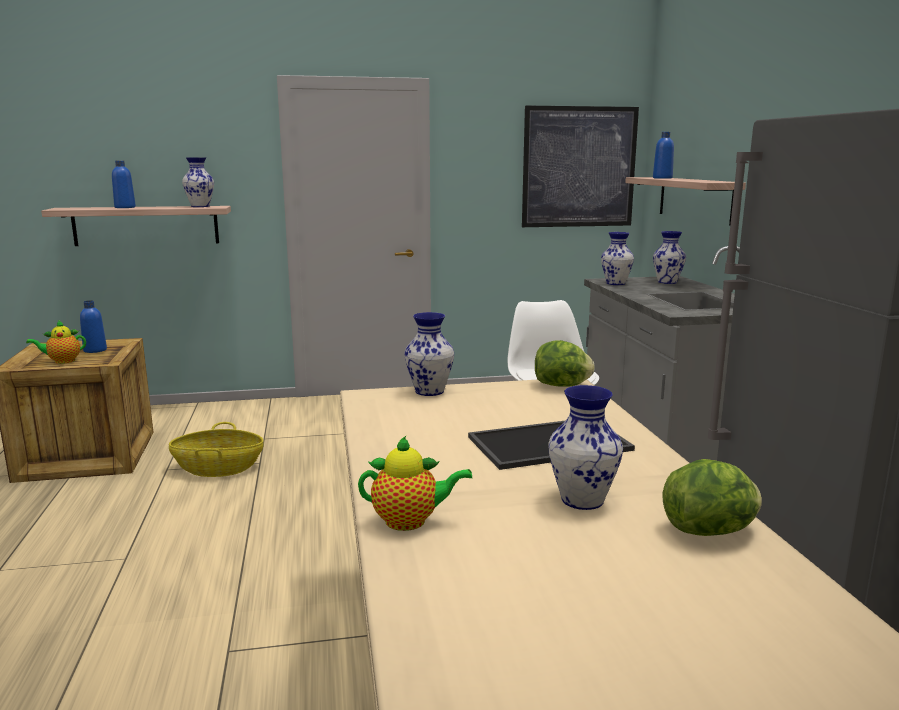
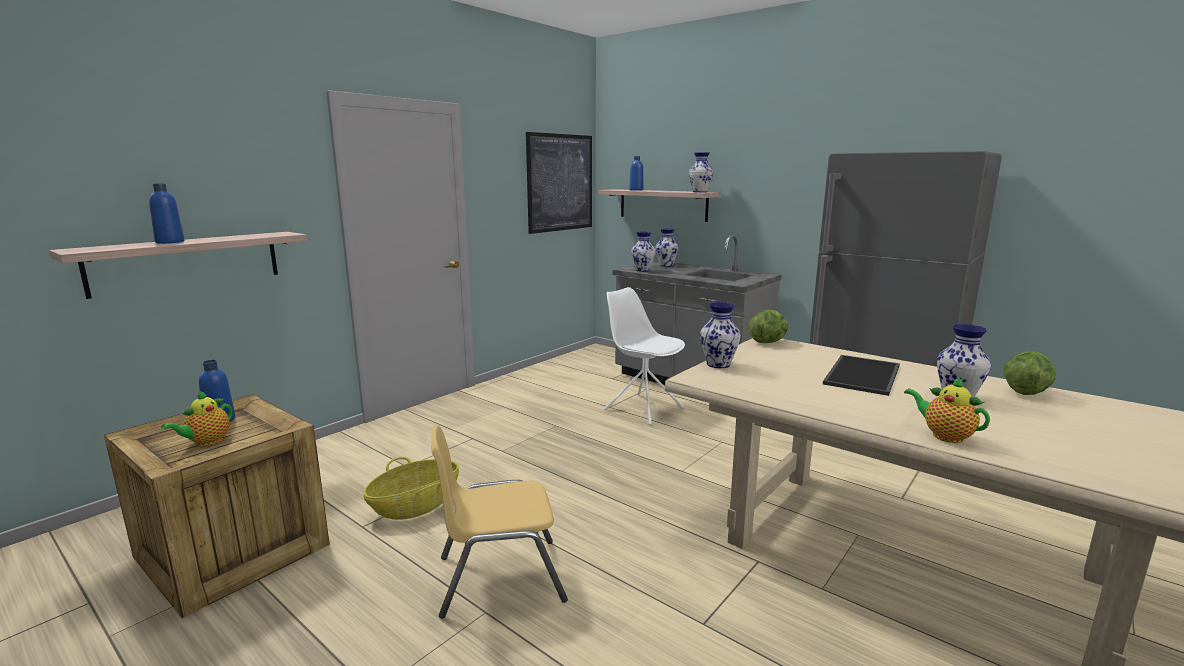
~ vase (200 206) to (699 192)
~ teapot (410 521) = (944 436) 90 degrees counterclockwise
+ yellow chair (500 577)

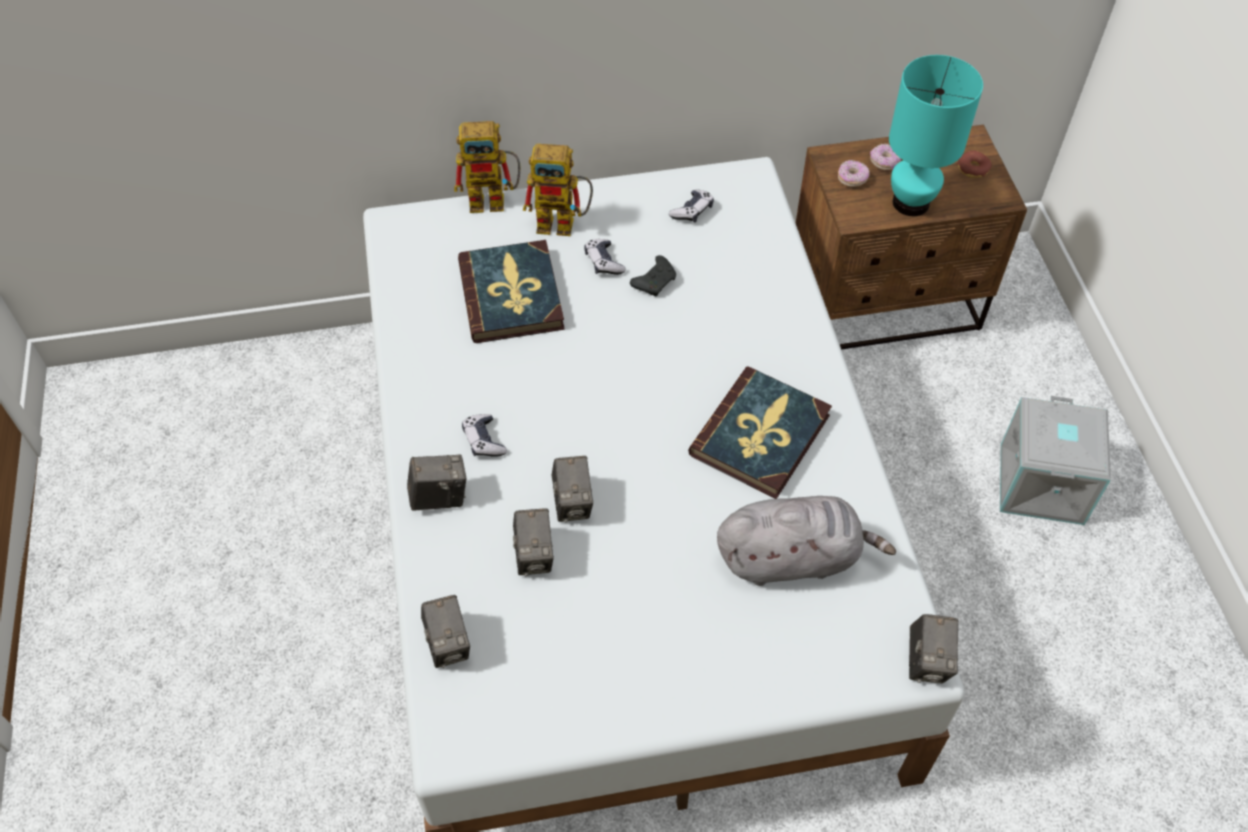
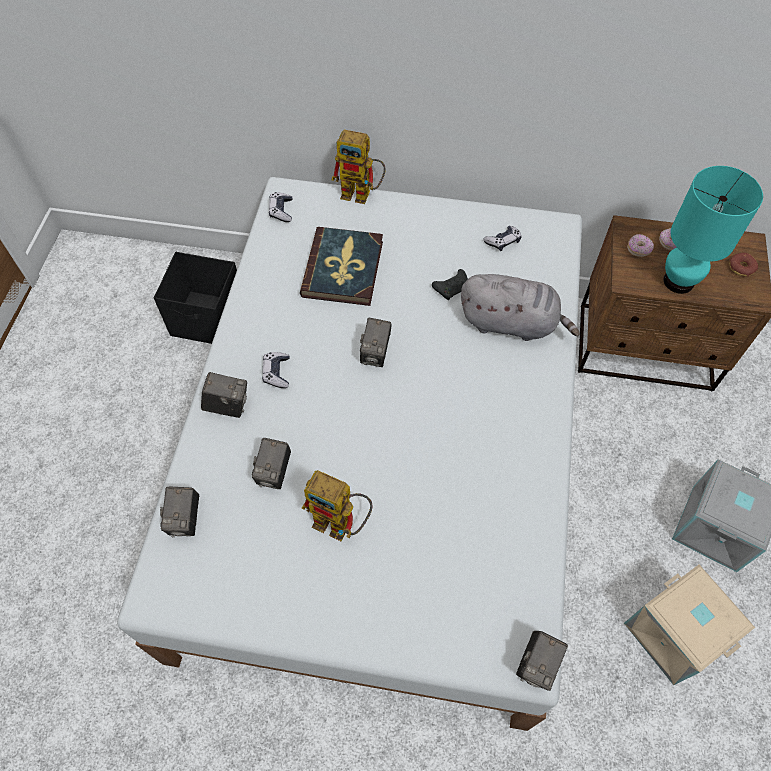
~ toy robot (564 223) to (341 524)
~ photo camera (573 503) to (375 353)
~ game controller (603 262) to (281 211)
- book (761 435)
~ grey plush toy (793 557) to (511 323)
+ black storage box (209 319)
+ beige storage box (672 633)

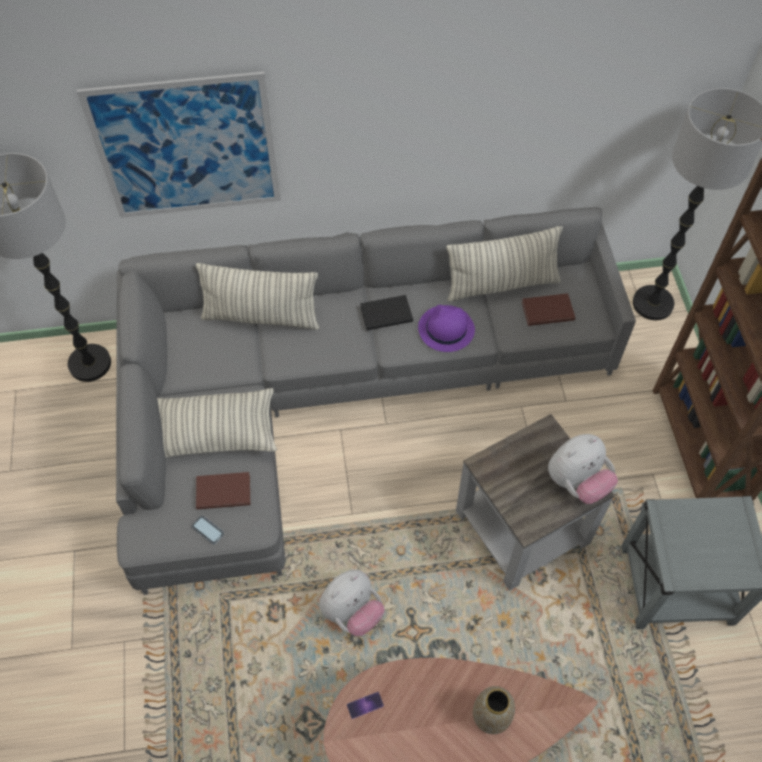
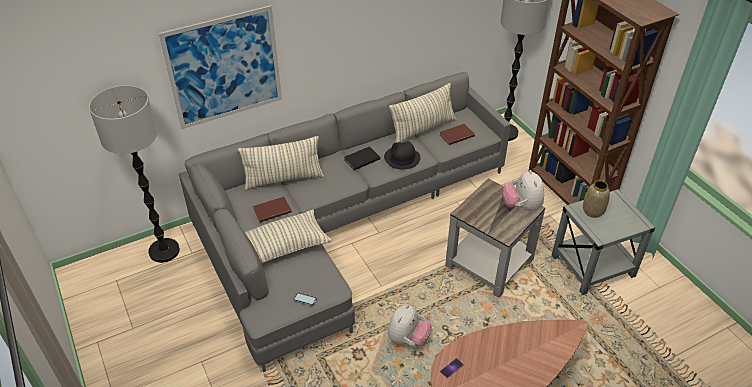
~ brown book (222 491) to (271 210)
~ purple hat (445 329) to black hat (402 158)
~ vase (490 715) to (592 211)
~ plush toy (577 482) = (521 206) 135 degrees clockwise

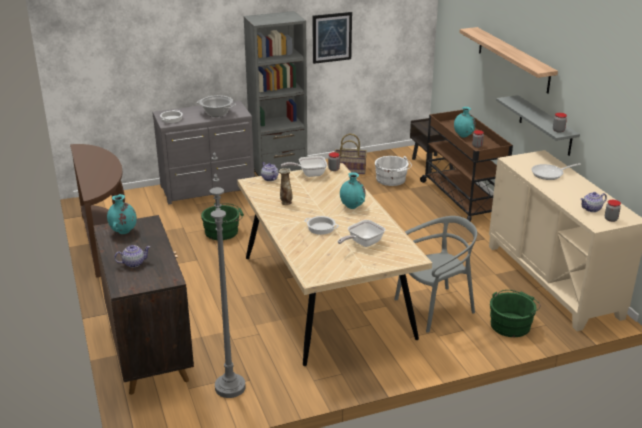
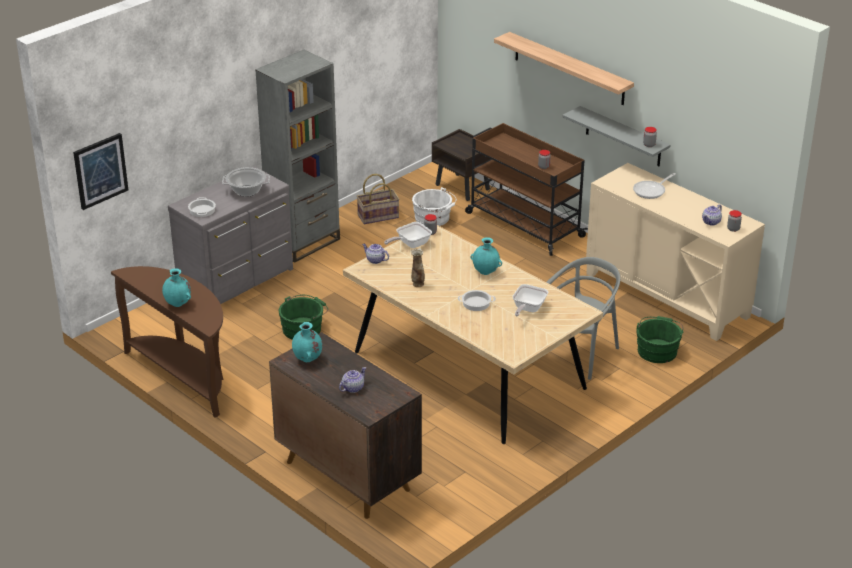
- grey floor lamp (230 387)
~ picture (331 37) to (100 171)
~ turquoise vase (463 136) to (178 304)

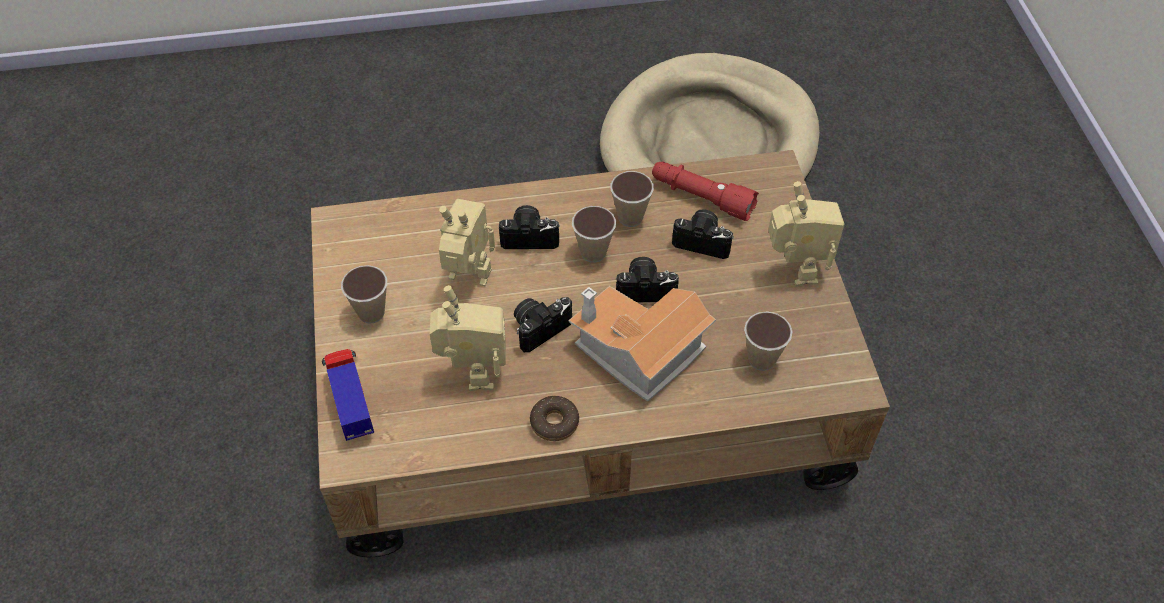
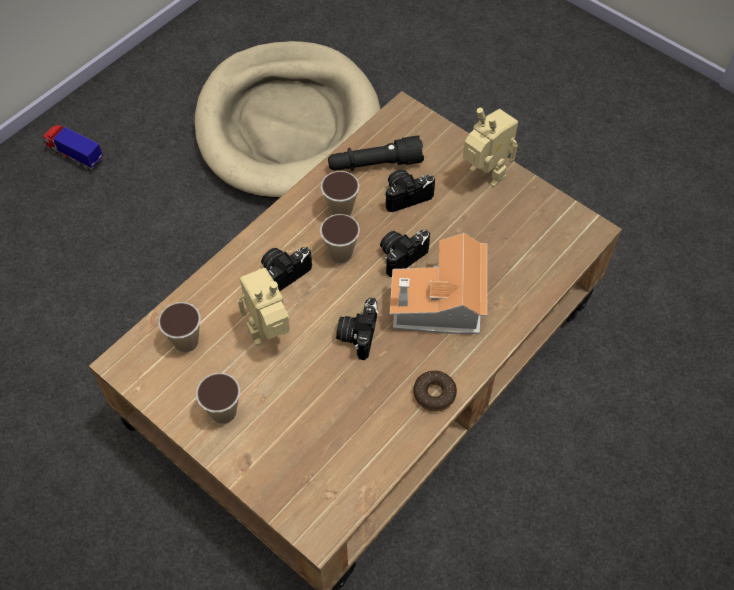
~ toy truck (351 404) to (75 155)
- toy robot (473 373)
~ red flashlight (701 197) to black flashlight (375 164)
~ cup (761 359) to (186 342)

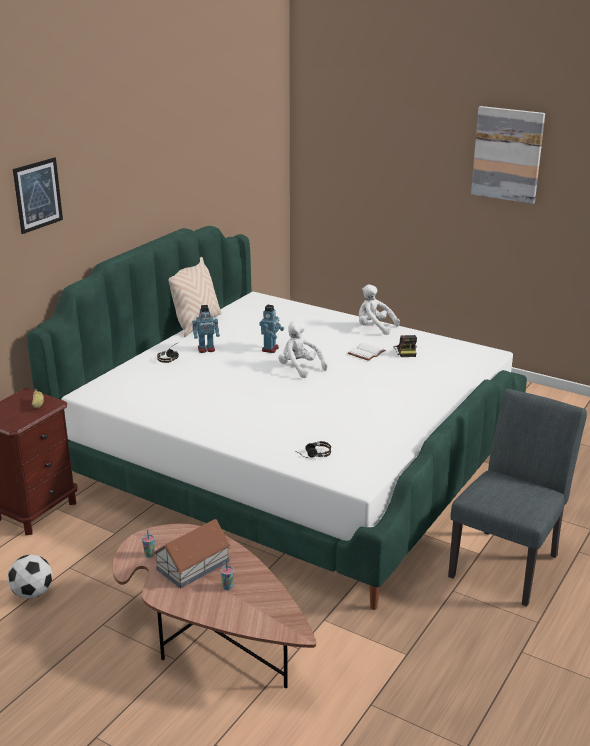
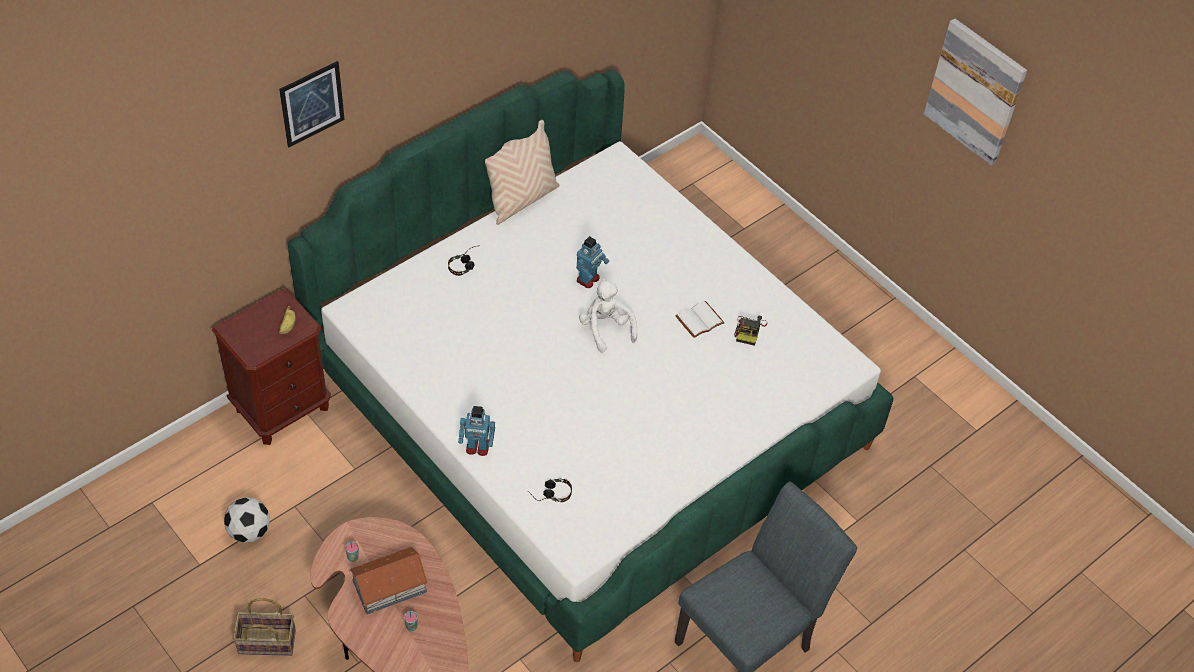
~ toy robot (206 349) to (477 448)
- white plush toy (374 327)
+ basket (265 643)

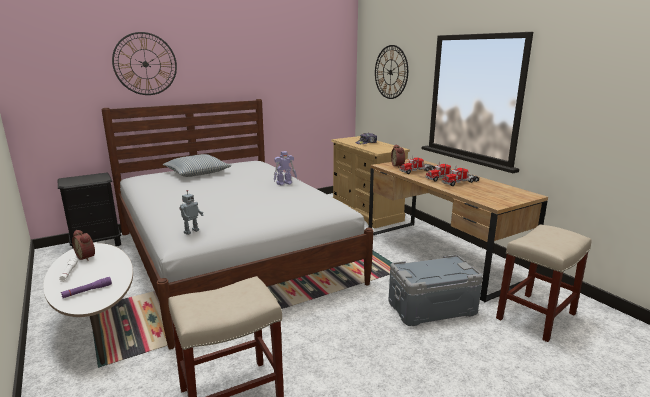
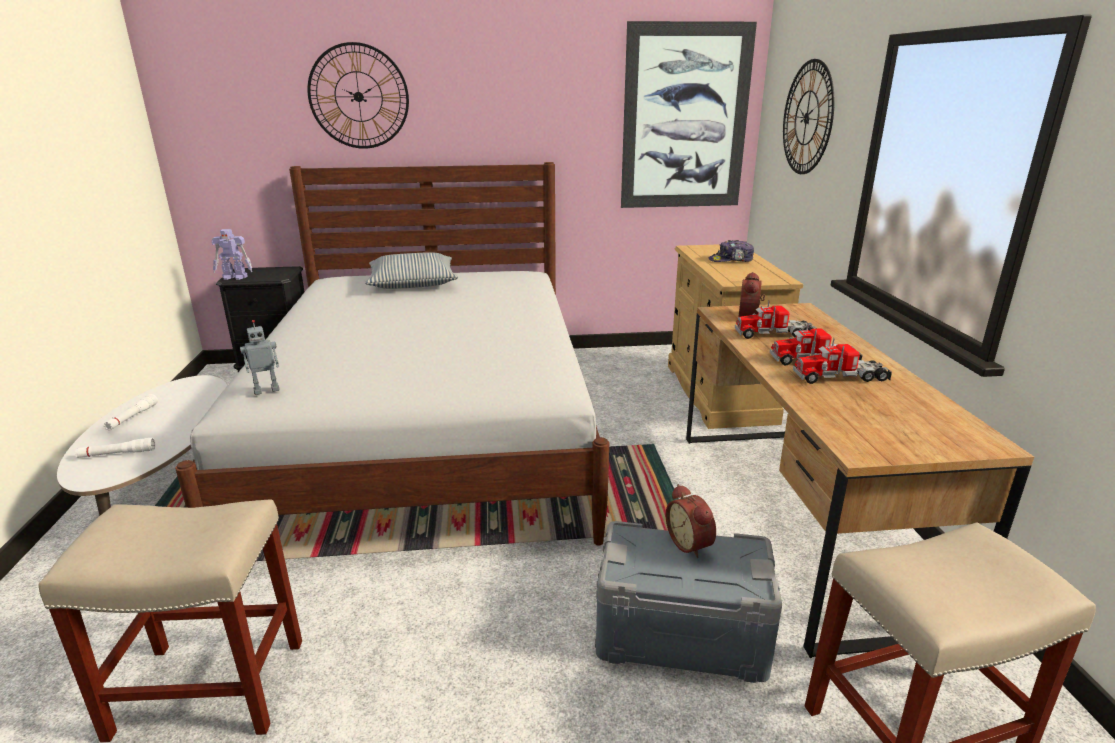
~ purple flashlight (87 291) to white flashlight (117 454)
~ alarm clock (87 256) to (691 543)
~ toy robot (285 183) to (235 277)
+ picture (685 118)

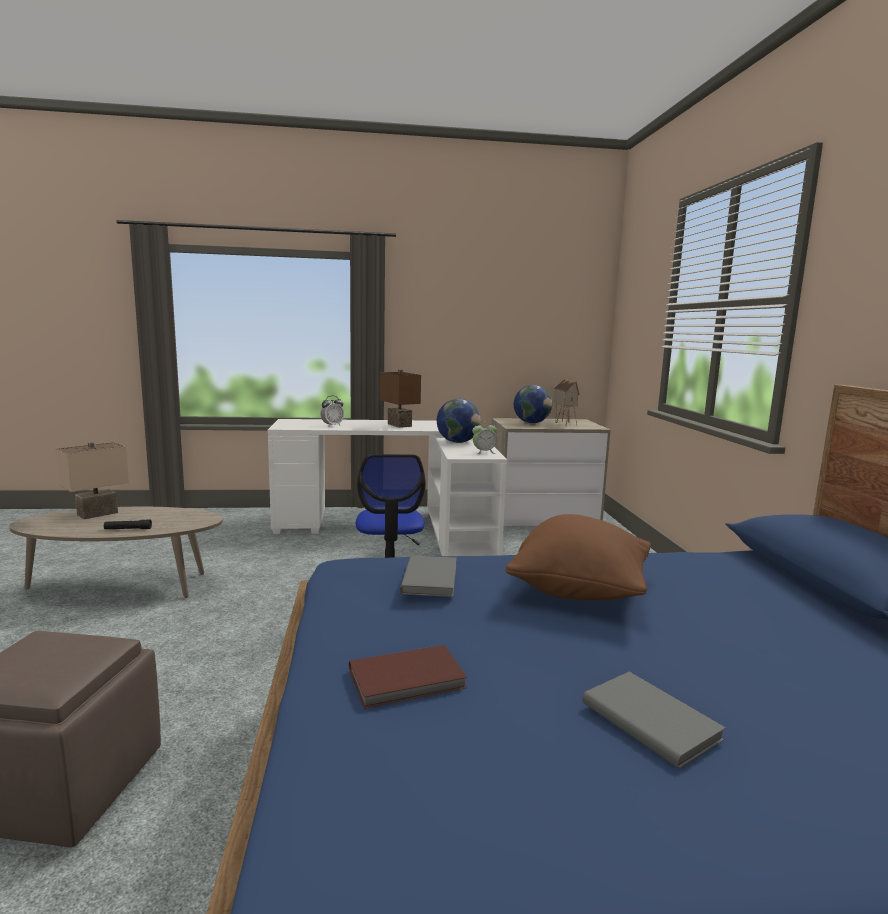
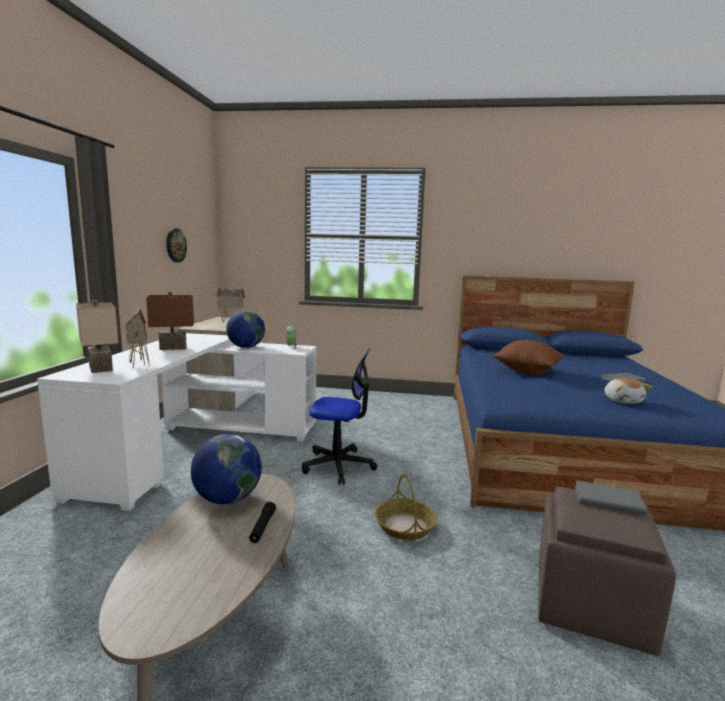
~ beige table lamp (97 514) to (103 368)
~ alarm clock (332 425) to toy house (138 363)
~ brown book (409 680) to plush toy (623 401)
~ grey book (432 578) to (607 499)
~ globe (531 423) to (227 499)
+ wall clock (175 245)
+ basket (404 526)

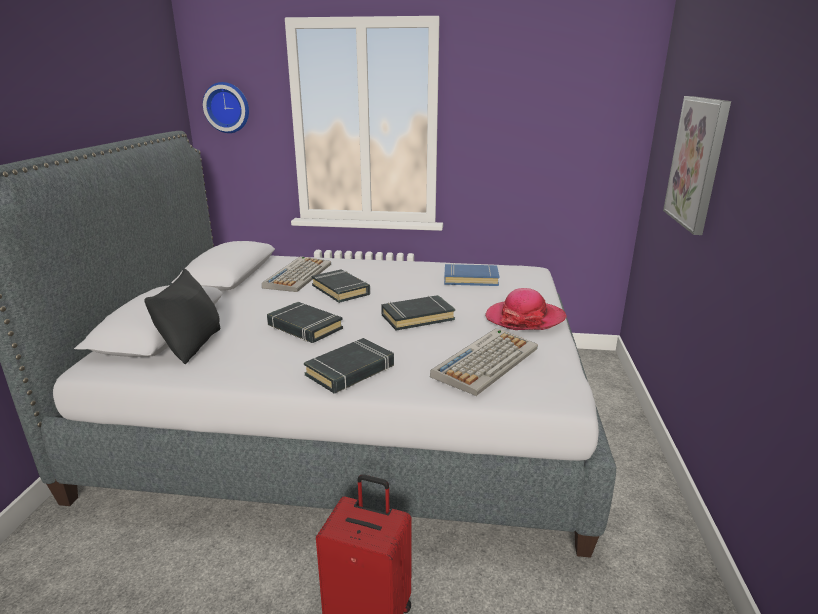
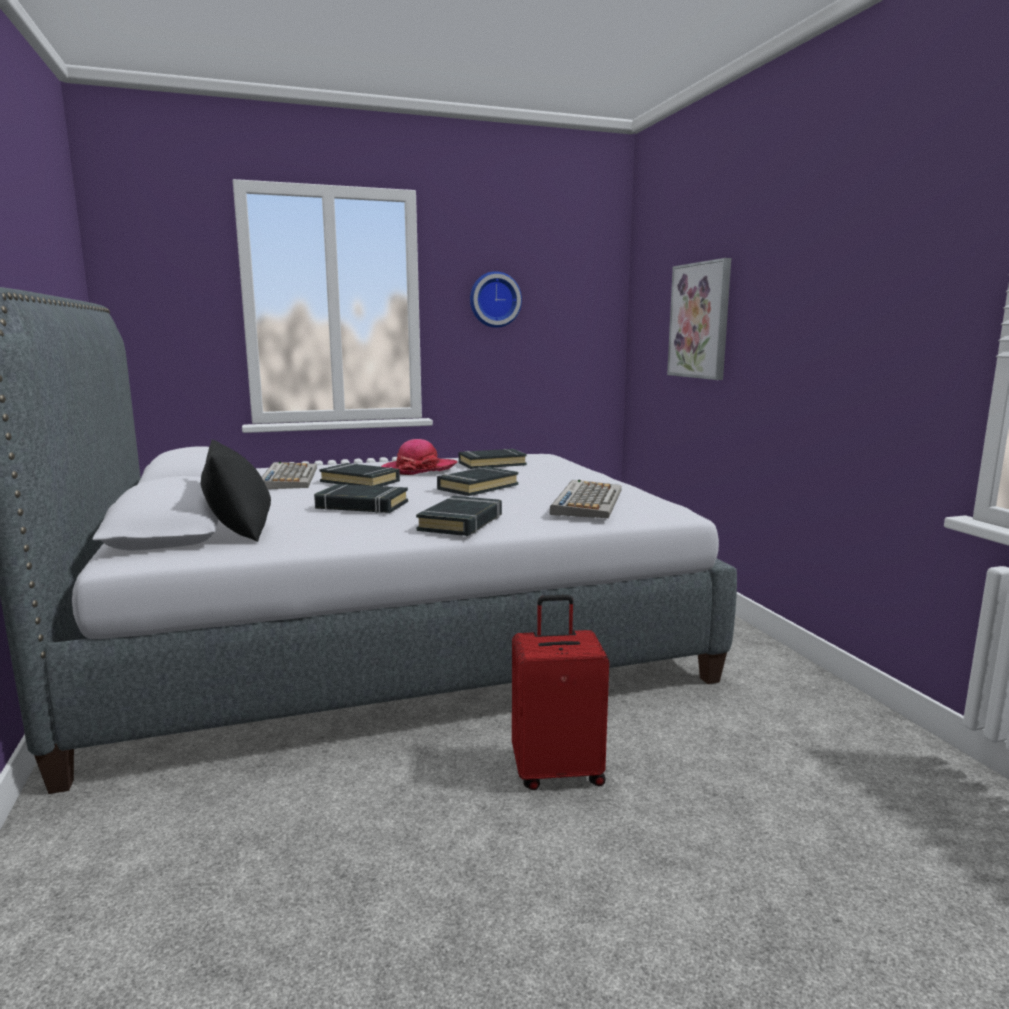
~ wall clock (227 107) to (494 299)
~ blue book (470 279) to black book (491 464)
~ hat (525 318) to (419 469)

